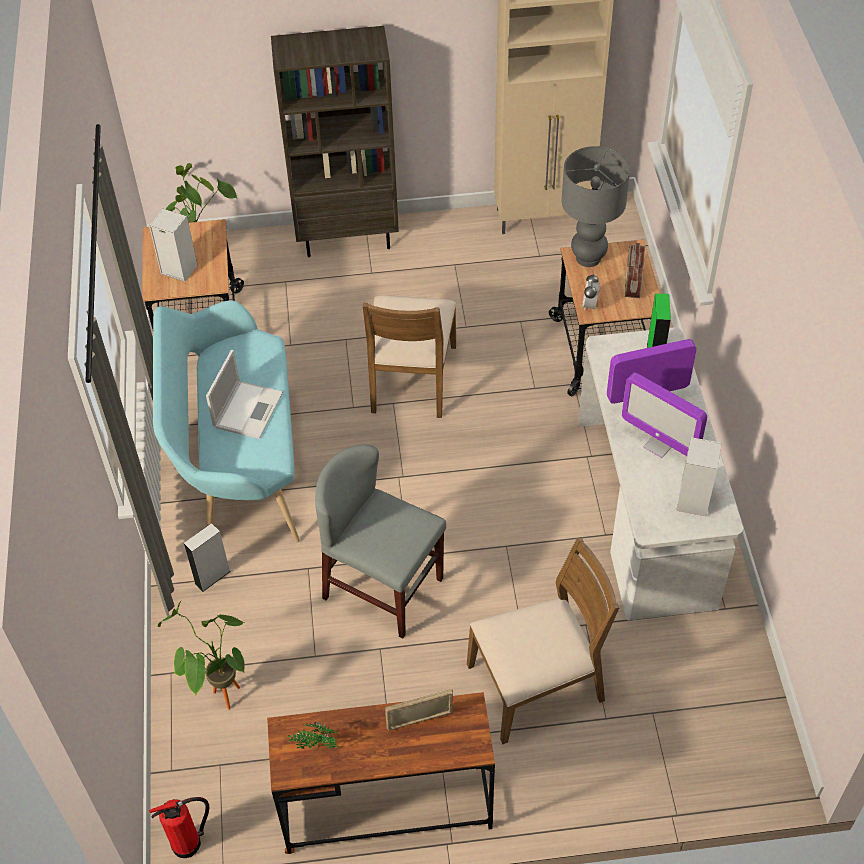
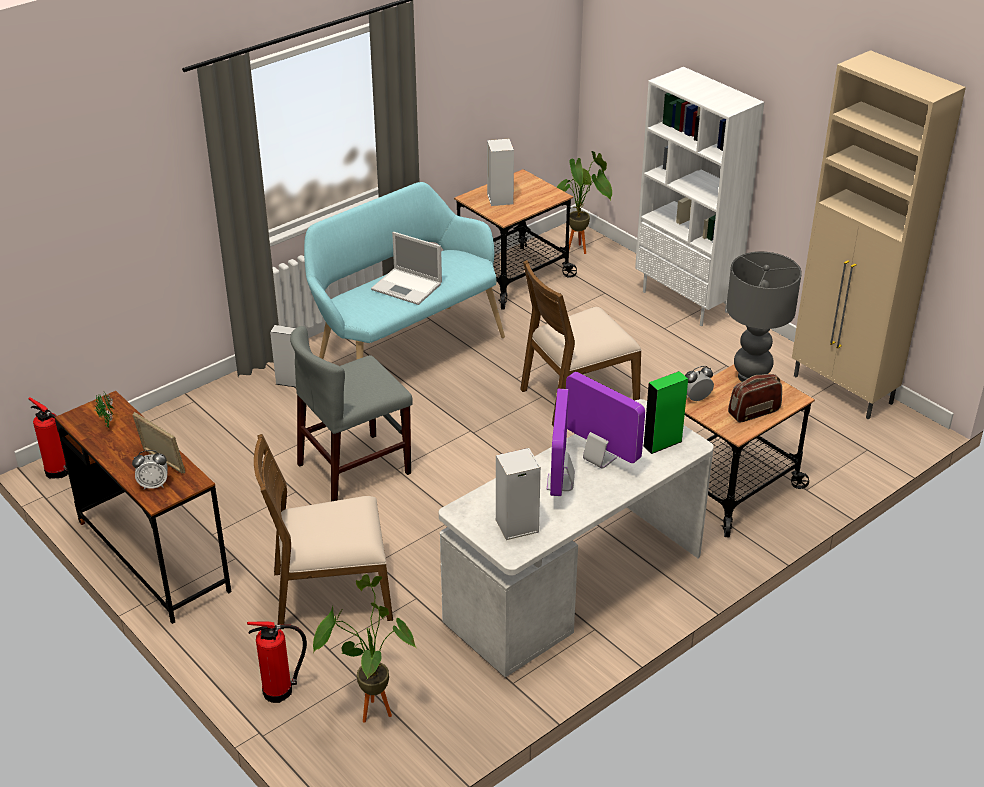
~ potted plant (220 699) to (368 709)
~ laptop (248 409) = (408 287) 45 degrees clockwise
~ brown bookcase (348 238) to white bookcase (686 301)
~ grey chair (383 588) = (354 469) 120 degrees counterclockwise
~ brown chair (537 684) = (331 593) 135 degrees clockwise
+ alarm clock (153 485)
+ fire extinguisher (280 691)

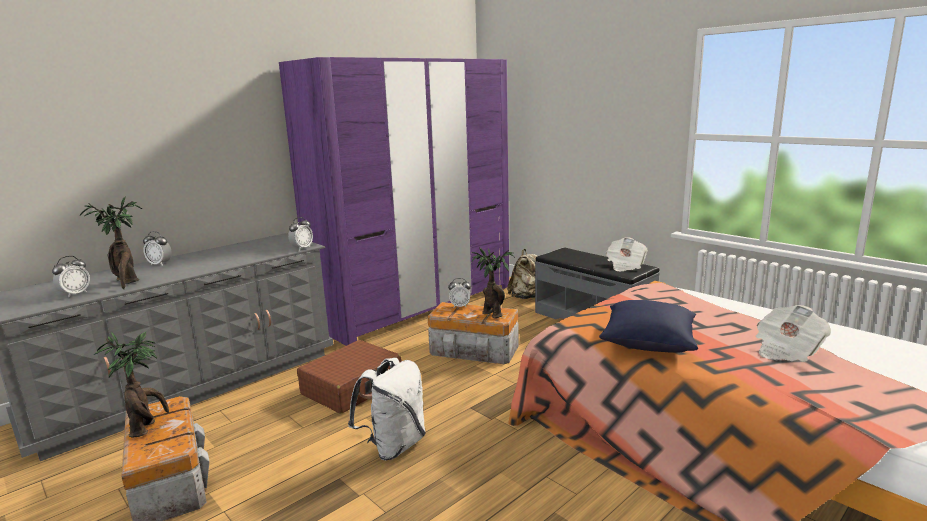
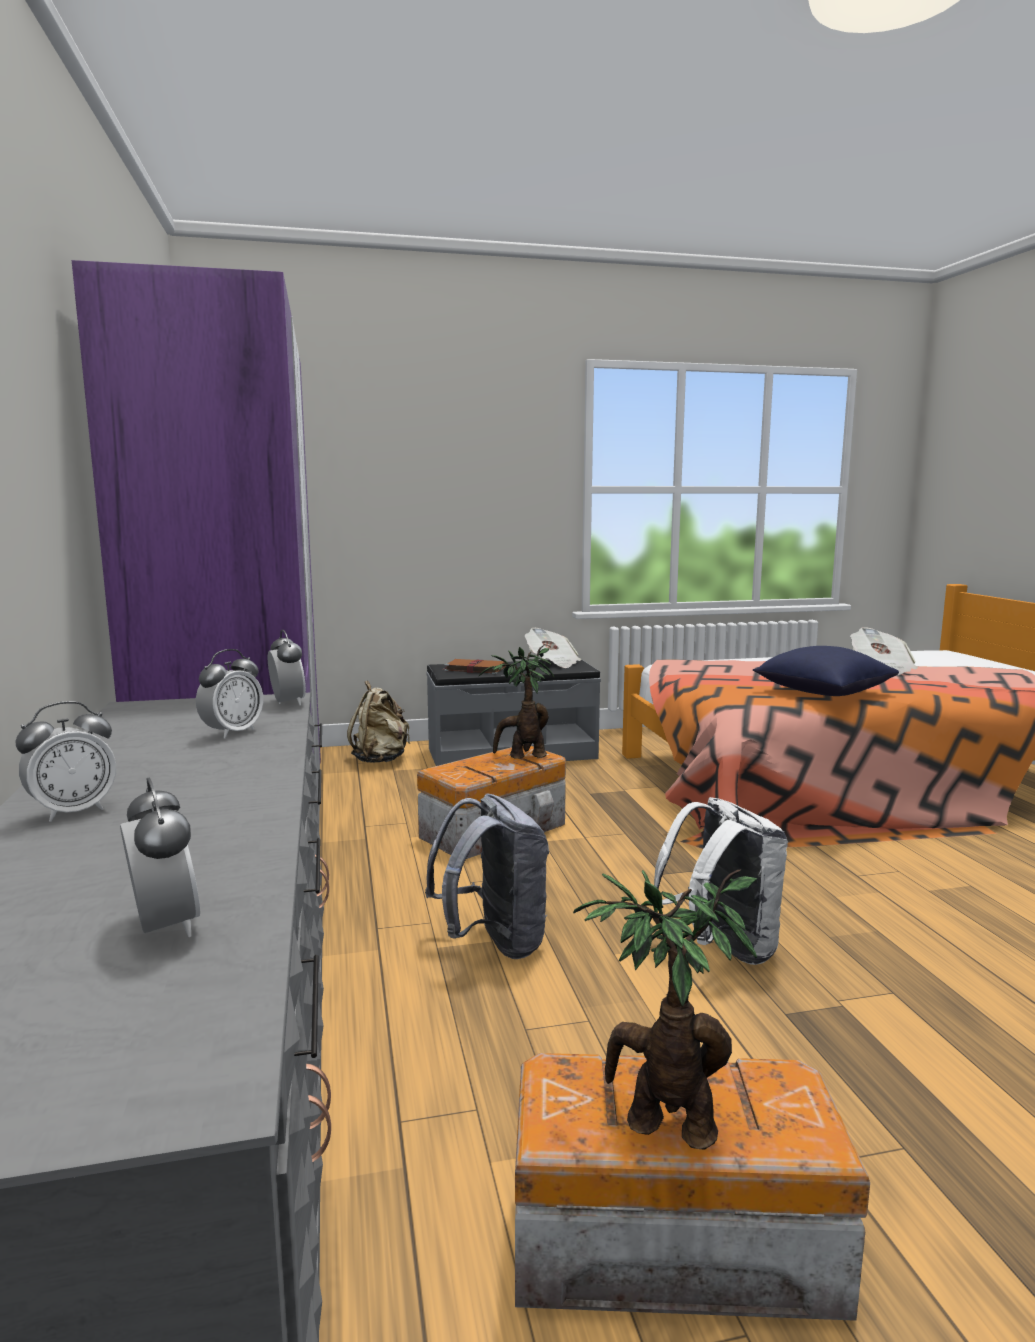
- potted plant (127 282)
~ brown suitcase (353 387) to grey backpack (493 943)
~ alarm clock (460 306) to (232 732)
+ brown book (474 669)

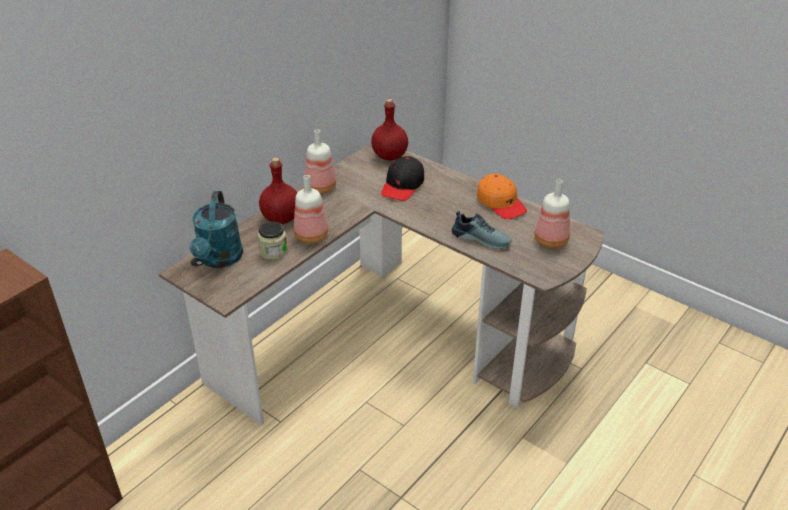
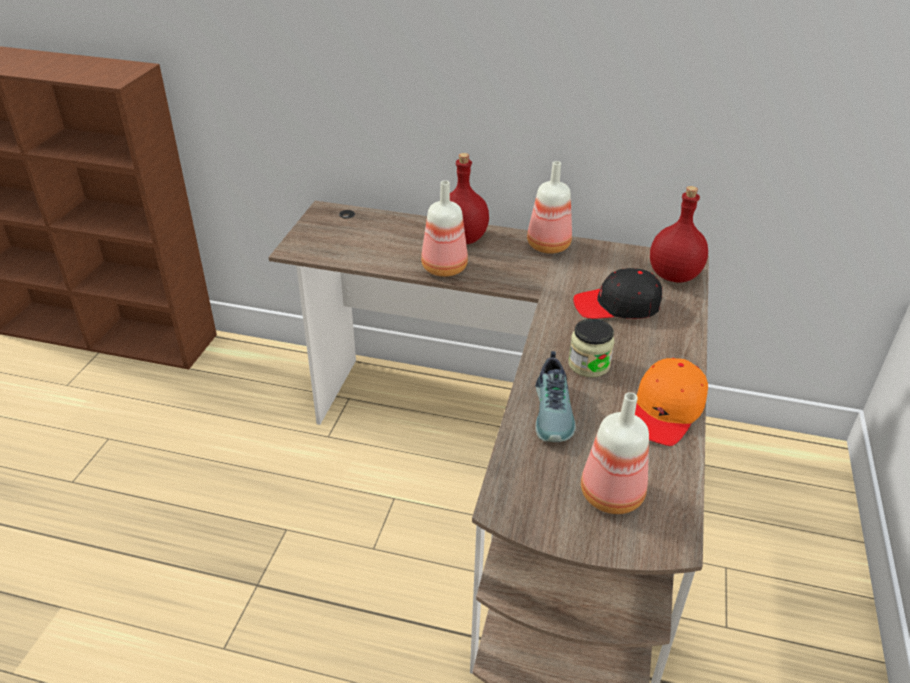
- turquoise watering can (219 260)
~ jar (273 252) to (589 364)

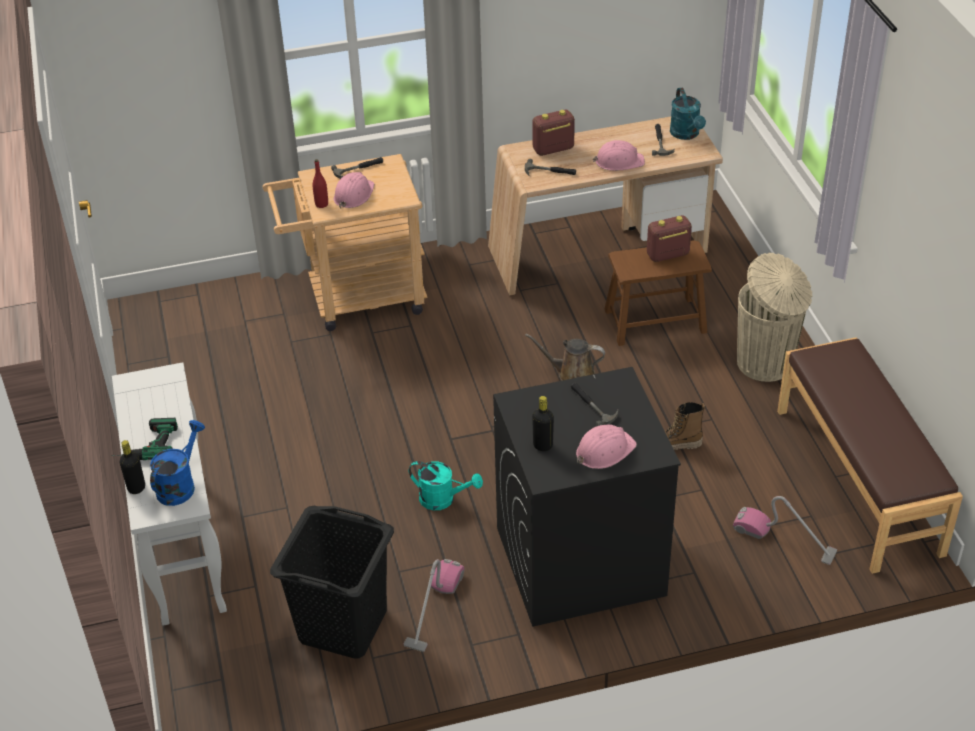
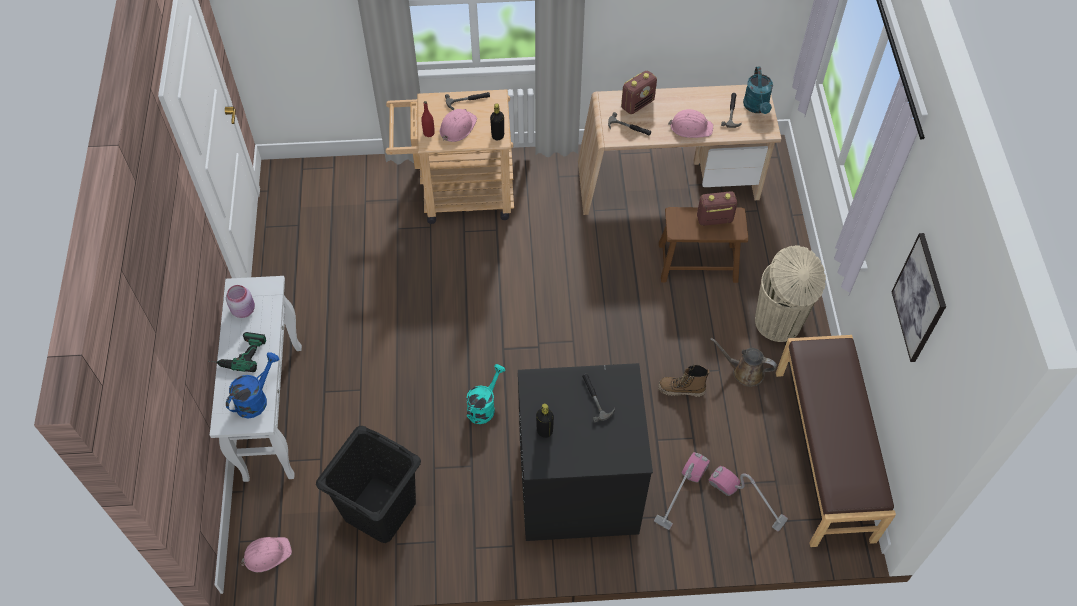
~ black bottle (136 488) to (498 136)
~ vacuum cleaner (434 608) to (681 492)
~ turquoise watering can (443 499) = (484 406) 90 degrees counterclockwise
~ brown watering can (572 374) to (744 371)
~ radio (553 149) = (637 104) 150 degrees clockwise
~ pink hard hat (604 450) to (266 554)
+ pink jar (244 309)
+ picture (919 298)

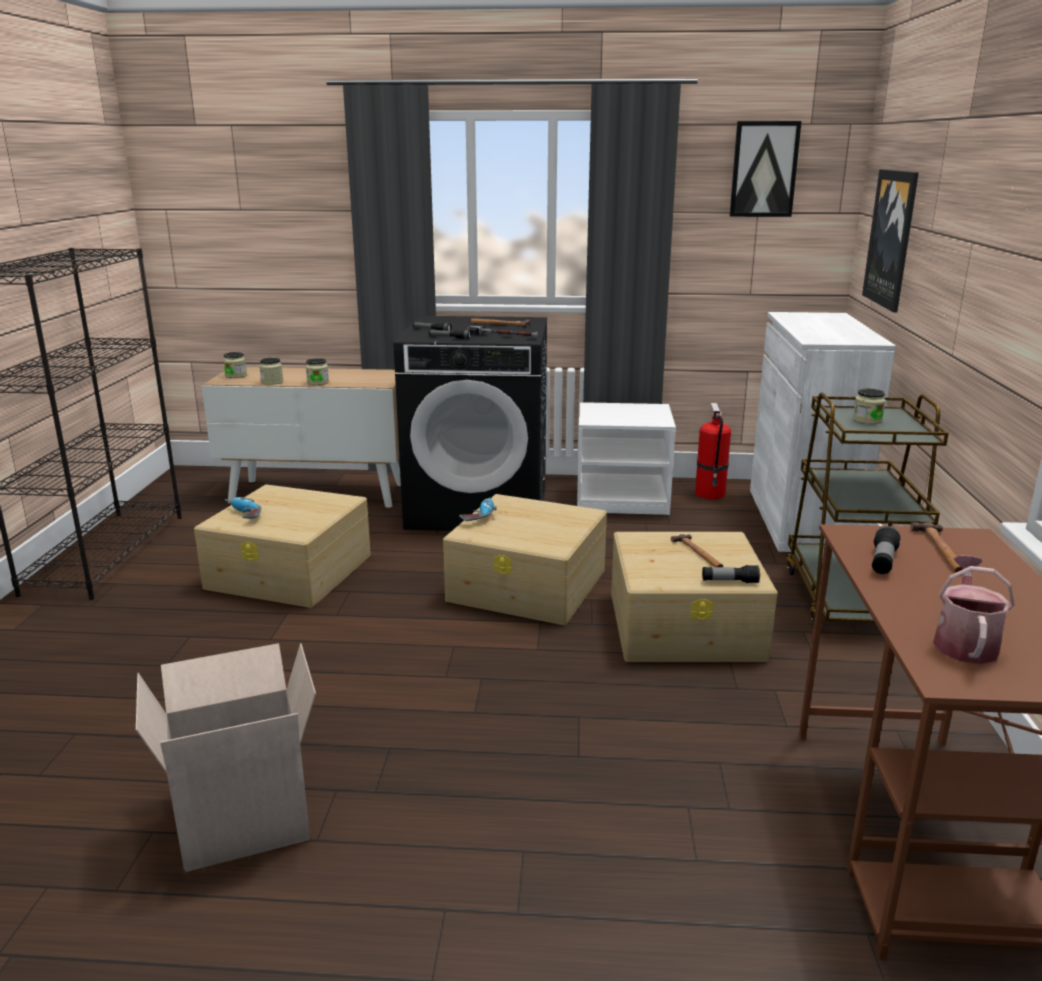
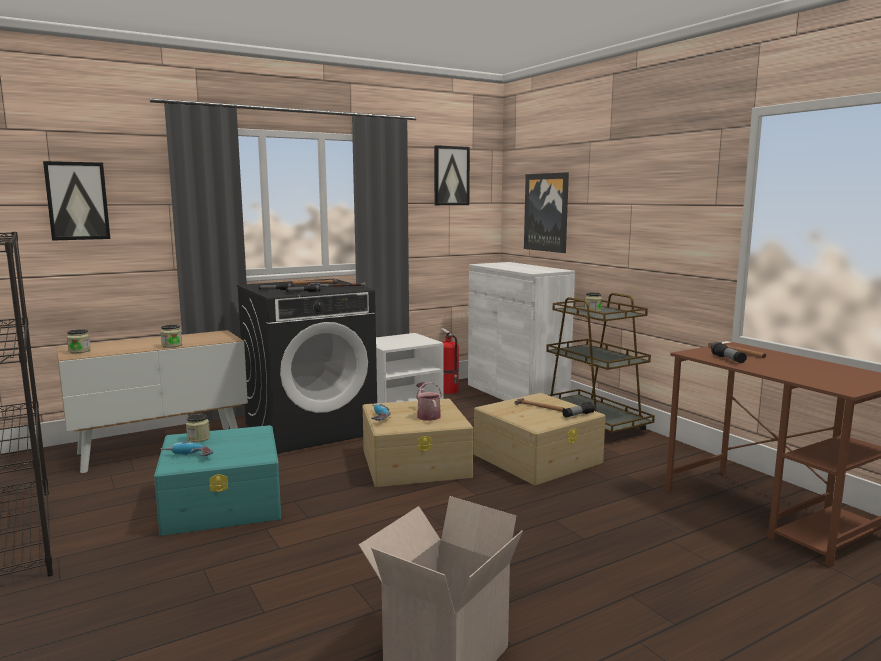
~ beige storage box (290 571) to turquoise storage box (223 502)
~ jar (272 382) to (198 438)
~ watering can (964 642) to (427 415)
+ picture (77 201)

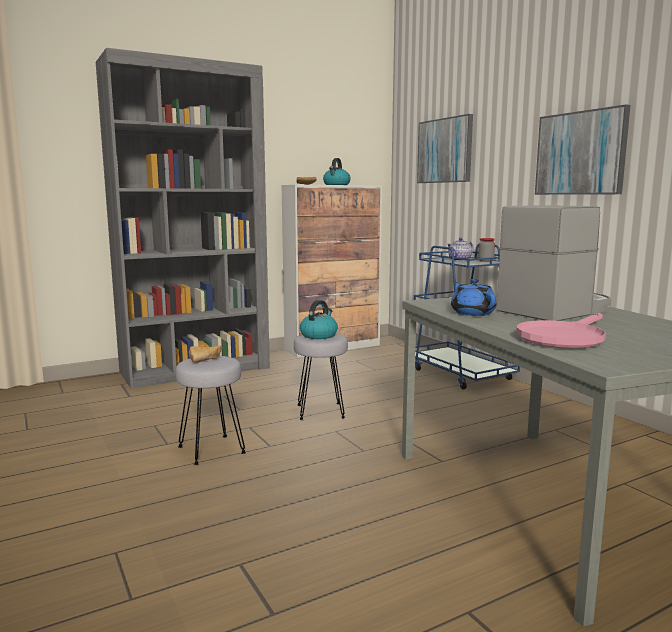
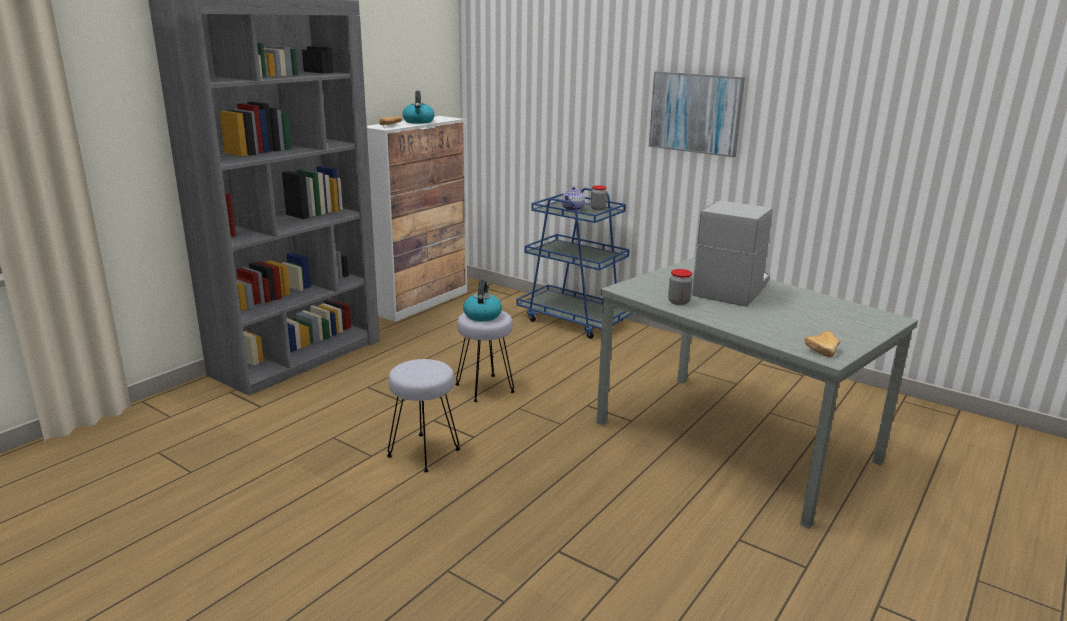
~ bread (206 359) to (823 349)
- picture (445 150)
~ blue teapot (472 313) to jar (678 302)
- pink frying pan (563 337)

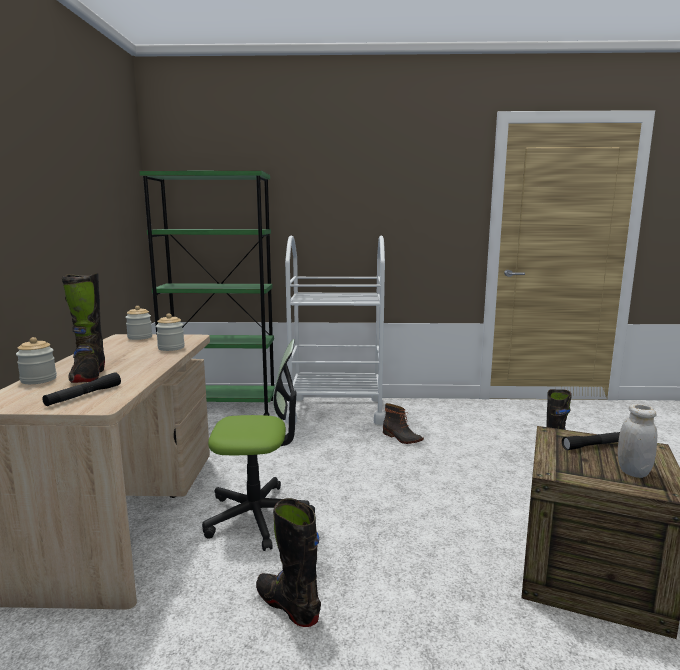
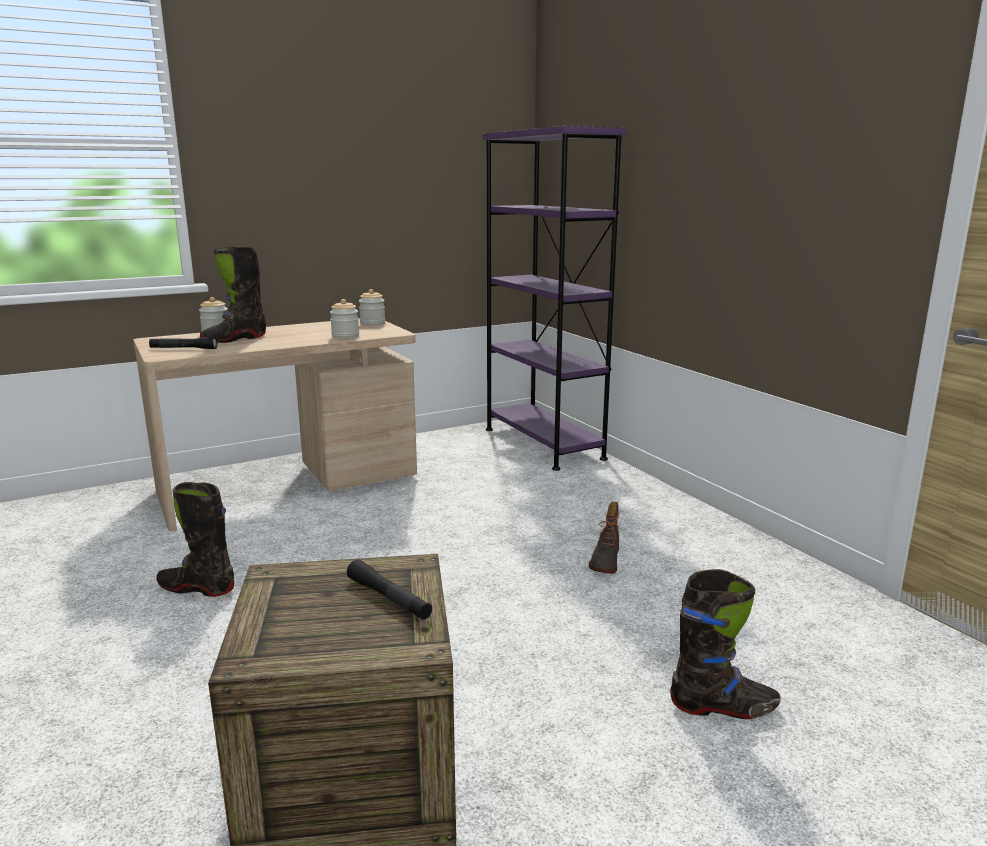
~ green bookcase (220 406) to purple bookcase (543 443)
- office chair (258 516)
~ black boot (288 605) = (197 588) 90 degrees counterclockwise
- white cart (336 410)
- white jar (633 472)

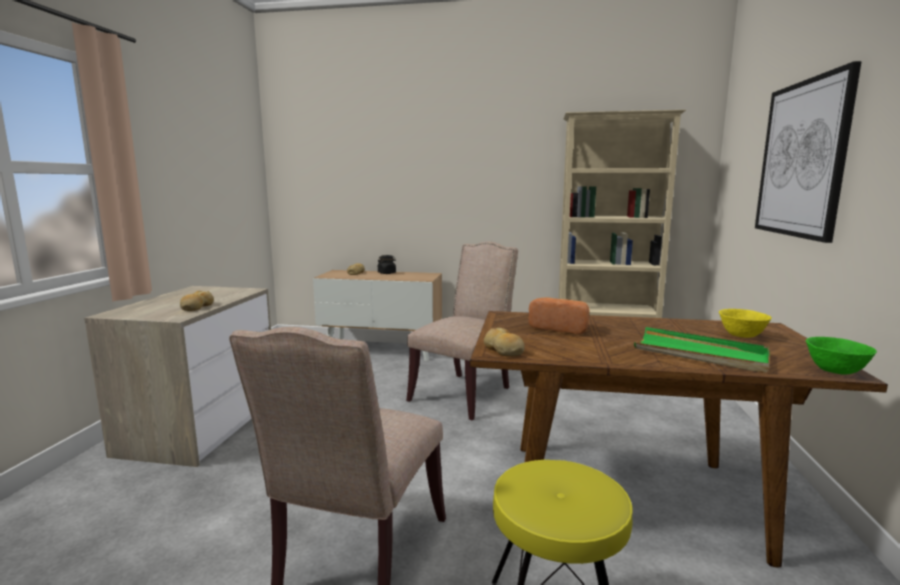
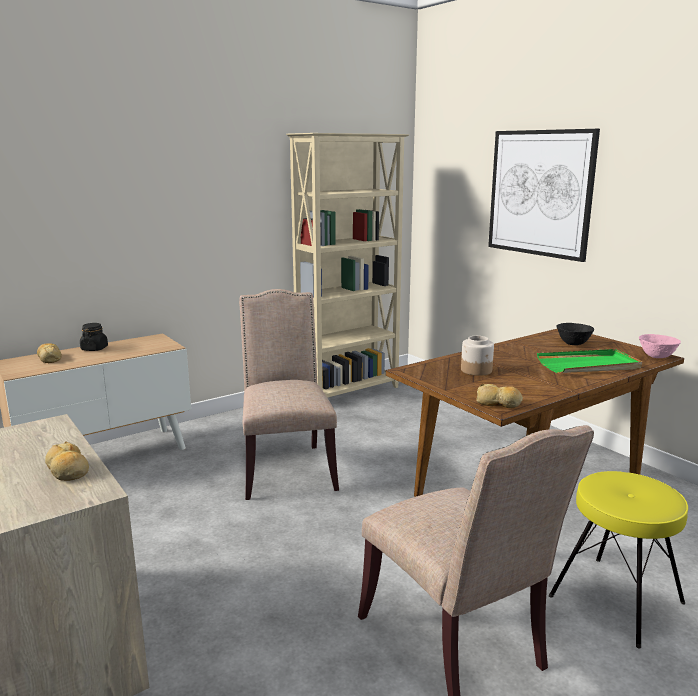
~ bread (560 328) to jar (476 370)
~ yellow bowl (741 336) to black bowl (573 344)
~ green bowl (835 371) to pink bowl (656 357)

